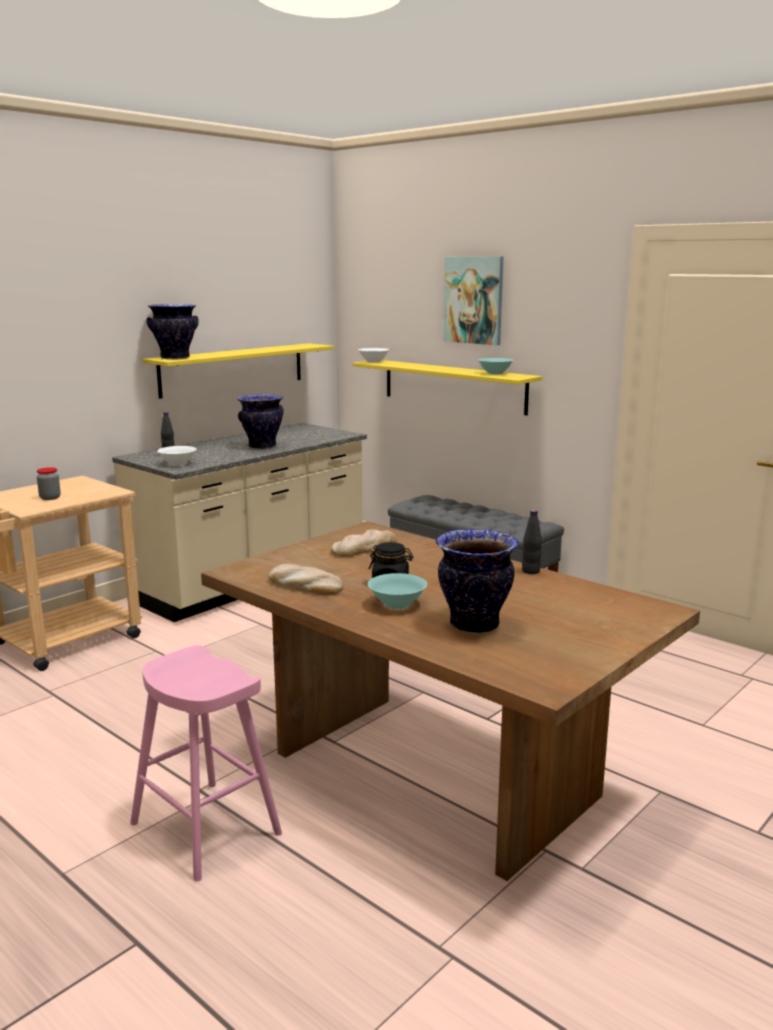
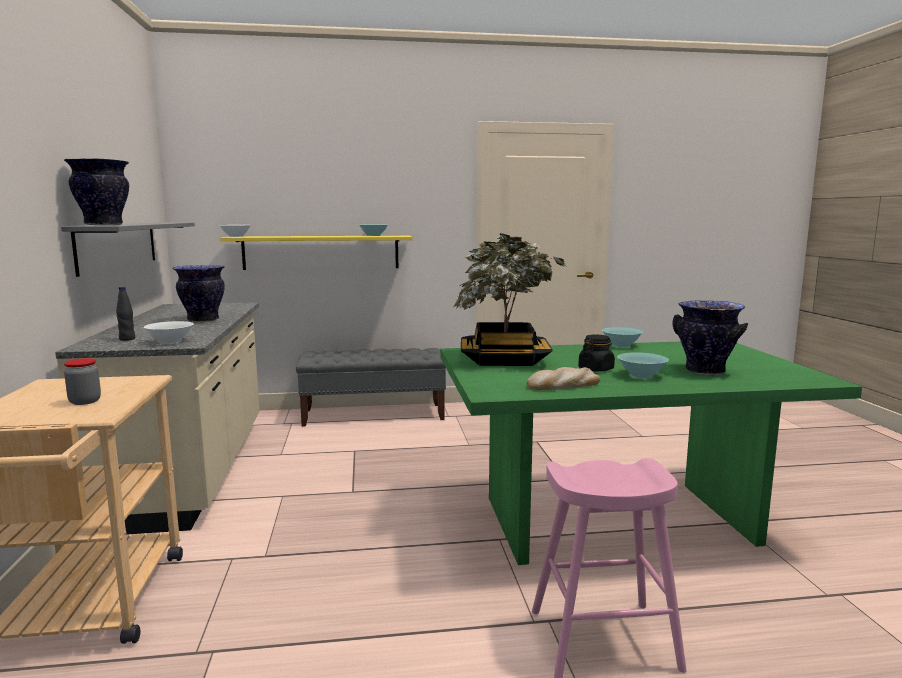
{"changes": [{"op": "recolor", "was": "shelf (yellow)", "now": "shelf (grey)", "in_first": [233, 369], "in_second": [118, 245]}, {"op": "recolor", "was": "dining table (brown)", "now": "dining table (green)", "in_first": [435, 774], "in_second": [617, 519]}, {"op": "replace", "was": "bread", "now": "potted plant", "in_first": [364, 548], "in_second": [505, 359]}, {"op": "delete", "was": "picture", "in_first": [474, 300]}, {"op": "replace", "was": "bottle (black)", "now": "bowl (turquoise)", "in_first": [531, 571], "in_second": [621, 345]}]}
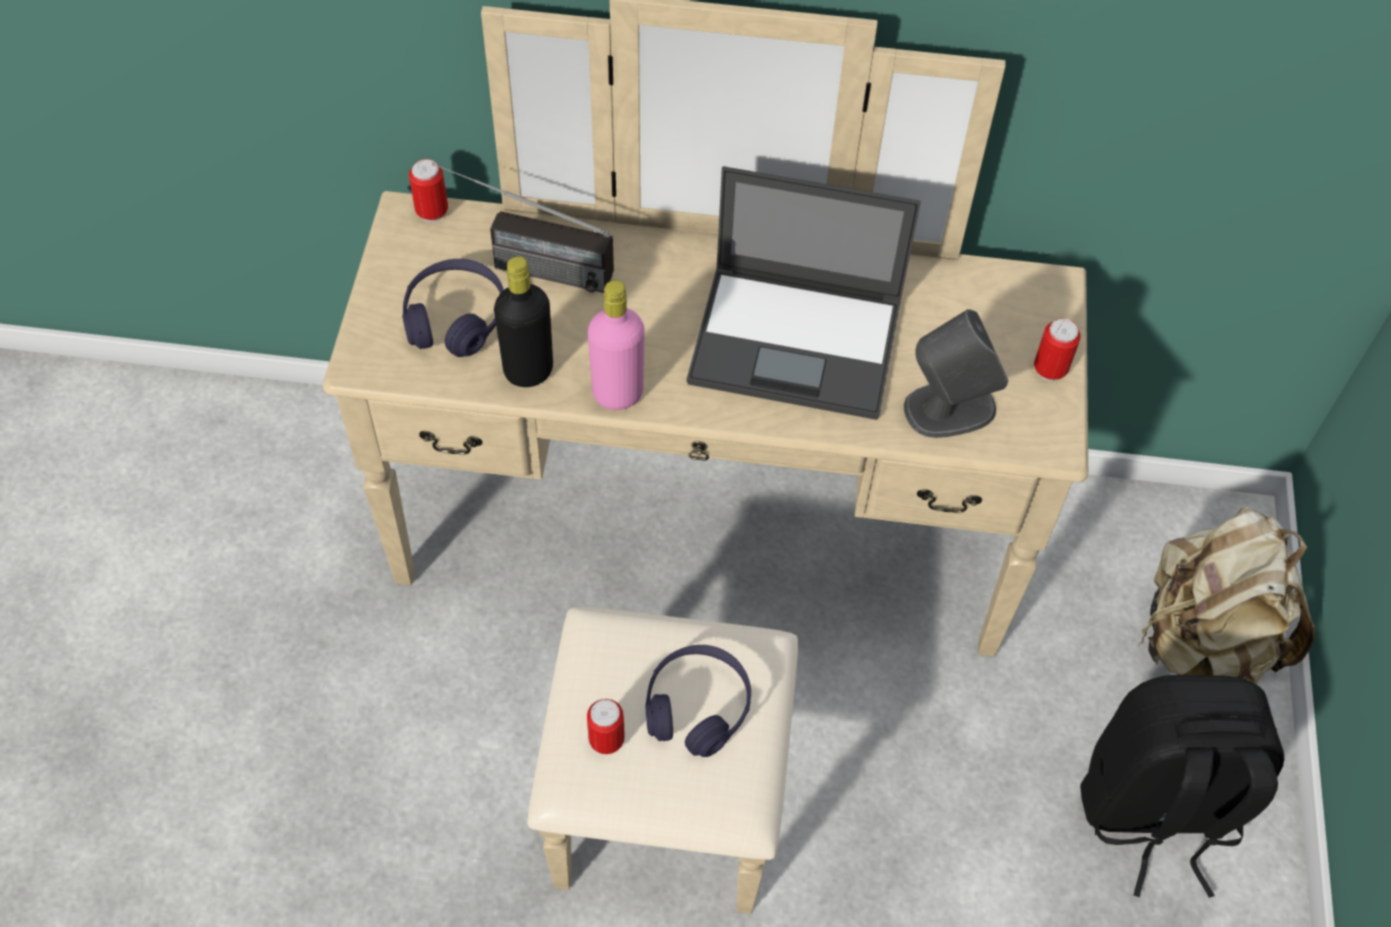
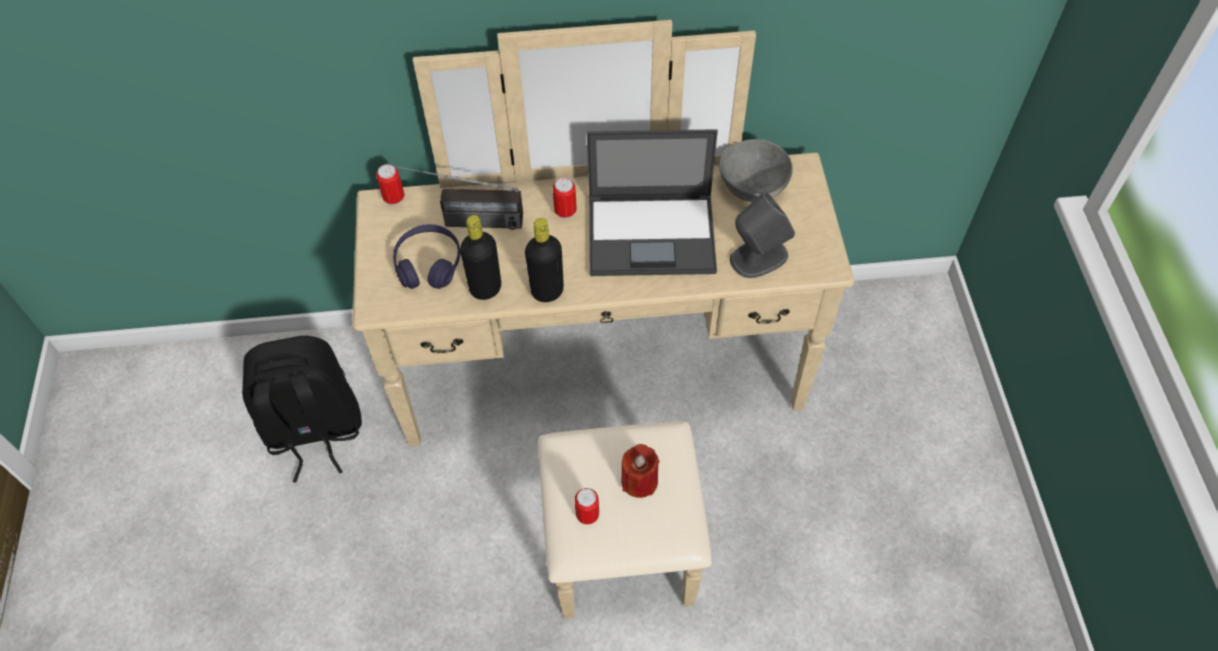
{"changes": [{"op": "recolor", "was": "bottle (pink)", "now": "bottle (black)", "in_first": [618, 393], "in_second": [547, 291]}, {"op": "replace", "was": "headphones (purple)", "now": "candle (red)", "in_first": [697, 707], "in_second": [639, 481]}, {"op": "move", "was": "can", "in_first": [1050, 370], "in_second": [565, 212]}, {"op": "move", "was": "backpack (black)", "in_first": [1156, 812], "in_second": [314, 431]}, {"op": "delete", "was": "backpack (beige)", "in_first": [1203, 640]}, {"op": "insert", "now": "bowl (grey)", "in_second": [751, 189]}]}
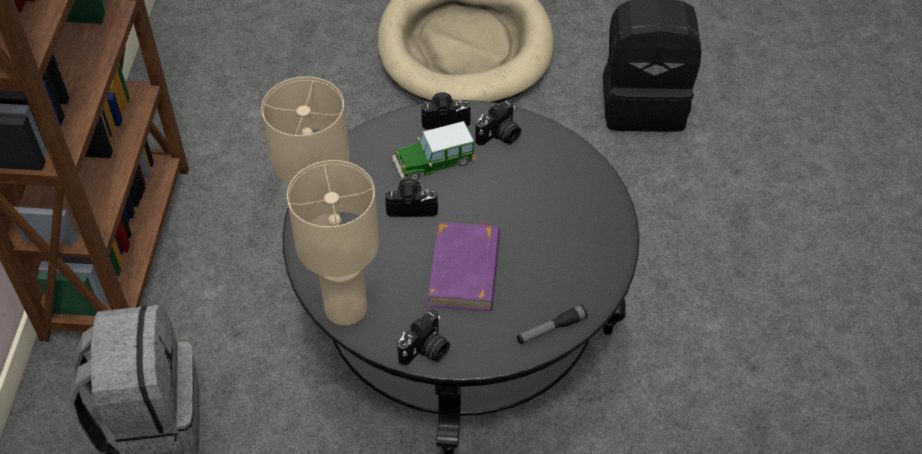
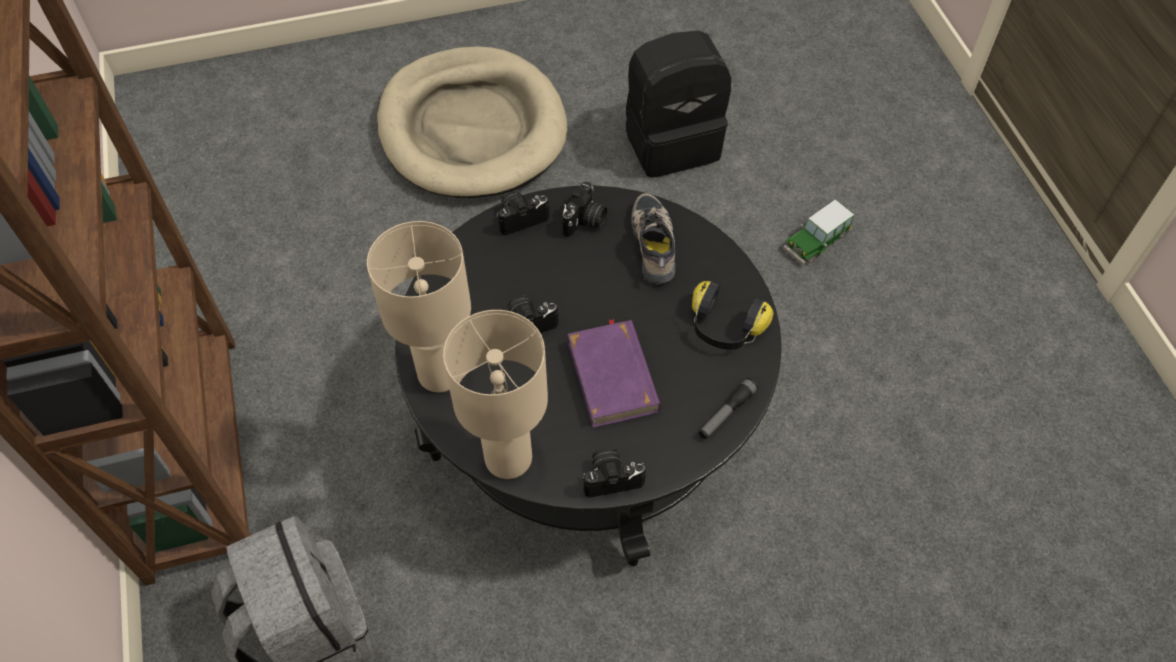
{"changes": [{"op": "move", "was": "toy car", "in_first": [433, 162], "in_second": [816, 242]}, {"op": "rotate", "was": "photo camera", "in_first": [426, 351], "in_second": [612, 477], "clockwise": -120}, {"op": "insert", "now": "shoe", "in_second": [655, 244]}, {"op": "insert", "now": "headphones", "in_second": [724, 328]}]}
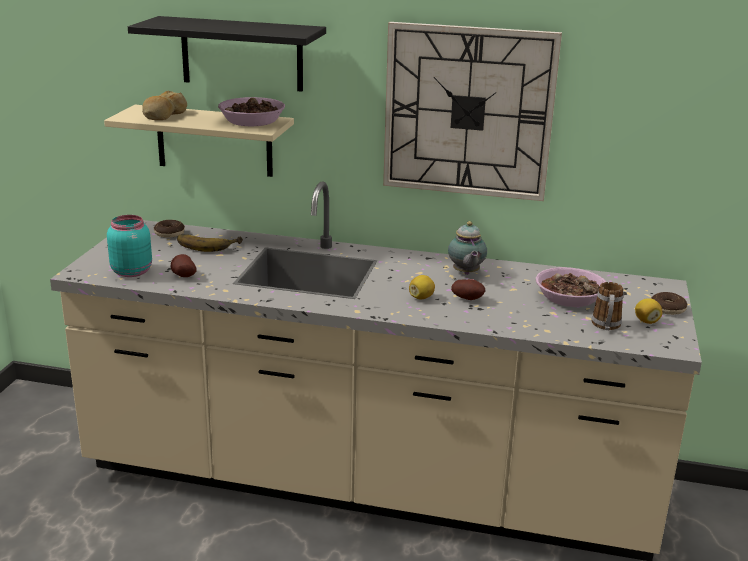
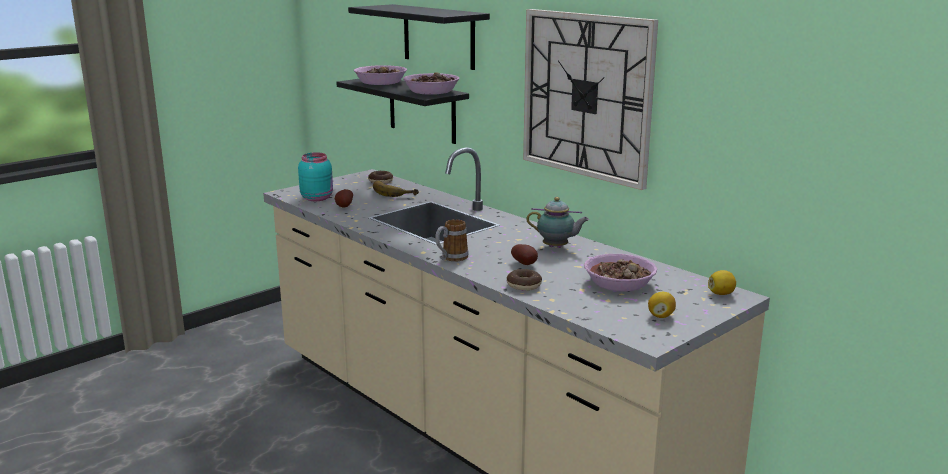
{"changes": [{"op": "recolor", "was": "shelf (beige)", "now": "shelf (black)", "in_first": [214, 141], "in_second": [422, 109]}, {"op": "replace", "was": "bread", "now": "bowl", "in_first": [164, 115], "in_second": [381, 82]}, {"op": "move", "was": "lemon", "in_first": [421, 297], "in_second": [721, 293]}, {"op": "rotate", "was": "teapot", "in_first": [466, 273], "in_second": [557, 247], "clockwise": -105}, {"op": "move", "was": "mug", "in_first": [606, 326], "in_second": [451, 258]}, {"op": "move", "was": "donut", "in_first": [667, 309], "in_second": [524, 285]}]}
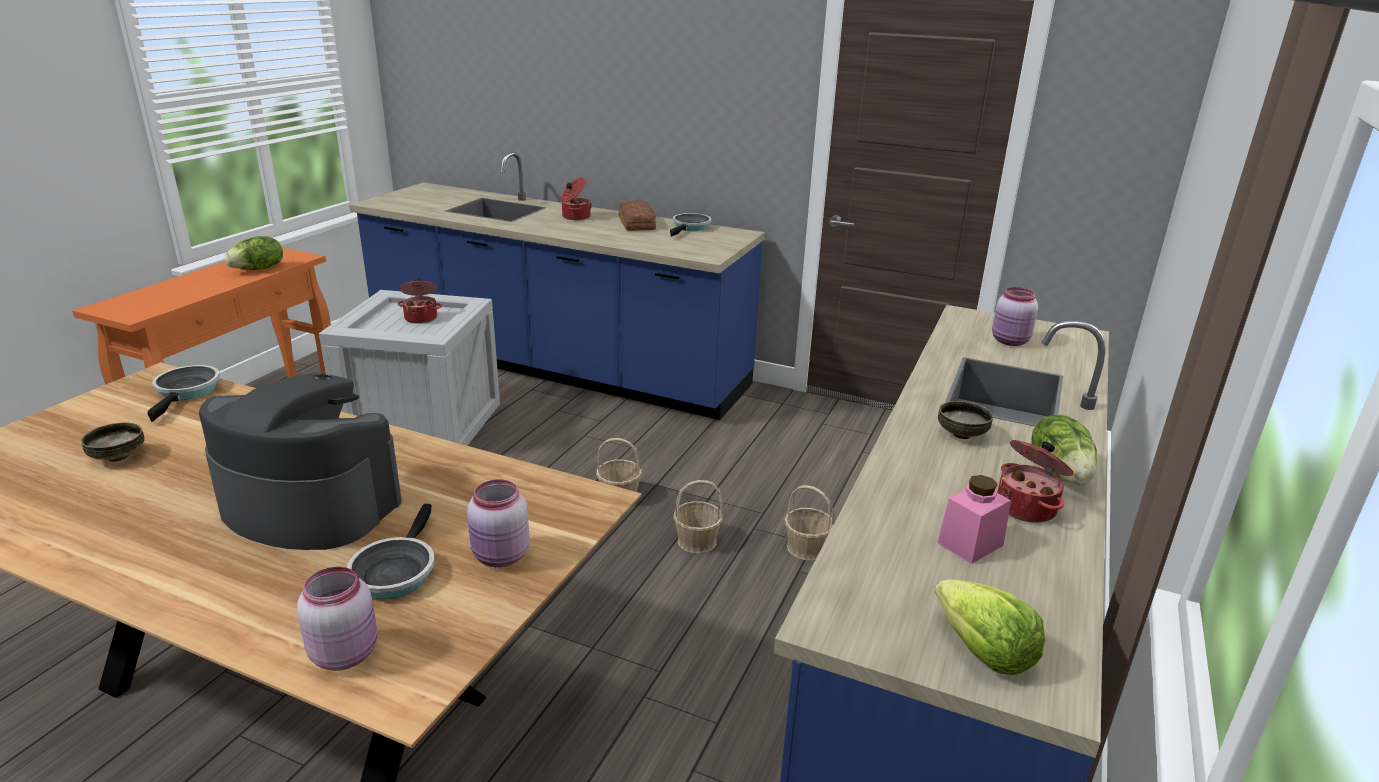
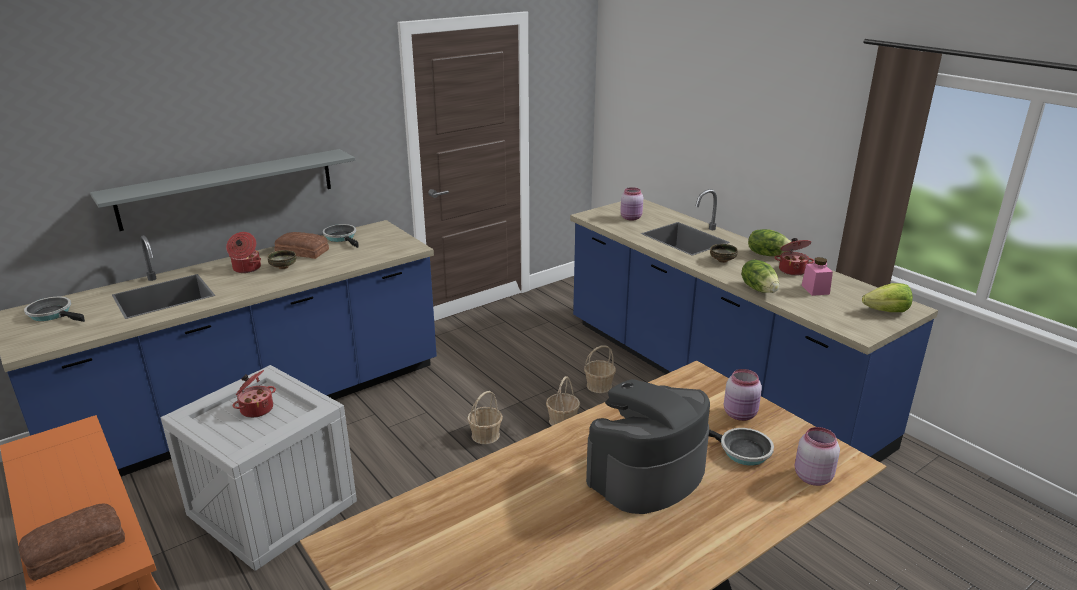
{"changes": [{"op": "move", "was": "bowl", "in_first": [117, 457], "in_second": [283, 267]}, {"op": "move", "was": "frying pan", "in_first": [187, 392], "in_second": [53, 314]}, {"op": "move", "was": "lettuce", "in_first": [259, 269], "in_second": [759, 289]}, {"op": "insert", "now": "bread", "in_second": [74, 548]}, {"op": "insert", "now": "shelf (grey)", "in_second": [229, 188]}]}
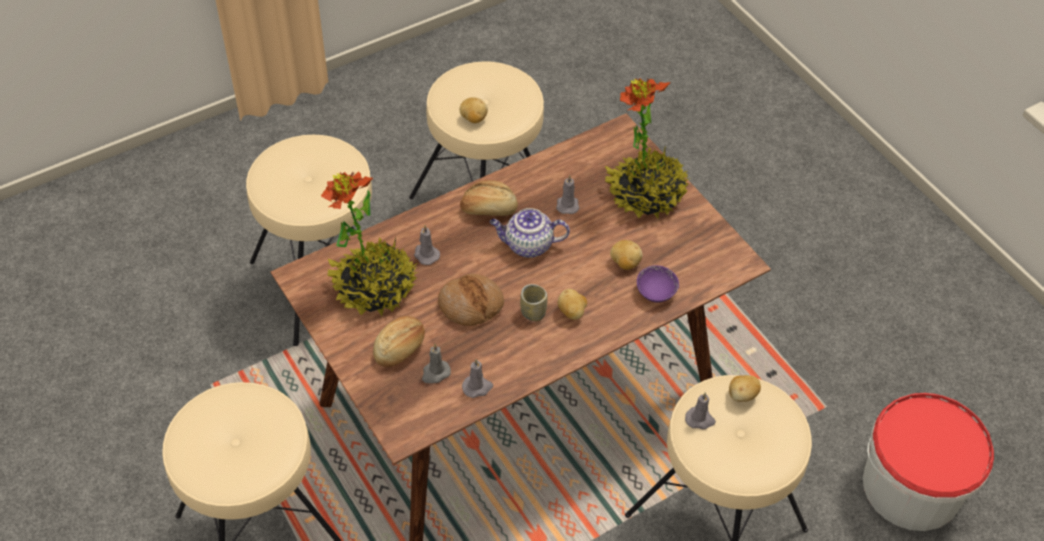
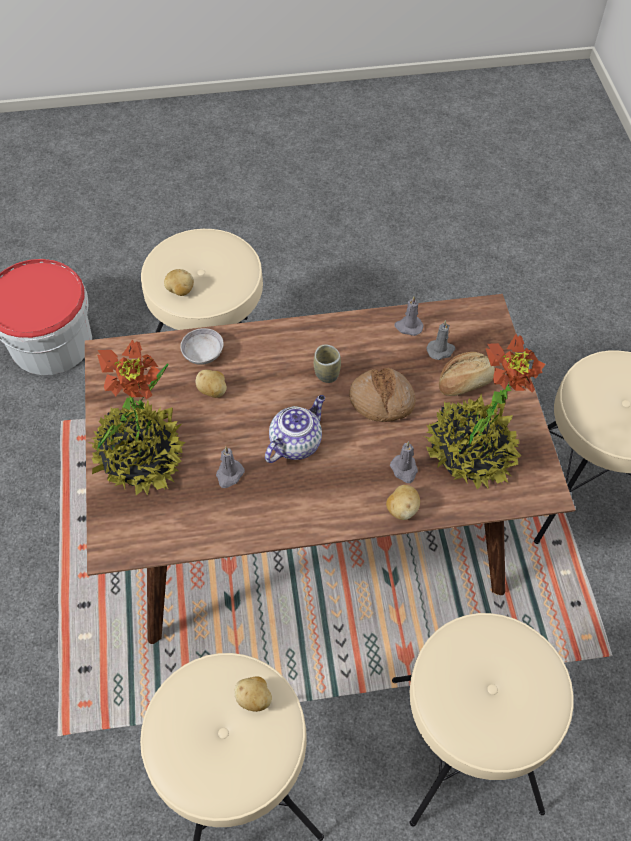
{"changes": [{"op": "delete", "was": "bread", "in_first": [488, 208]}, {"op": "rotate", "was": "teapot", "in_first": [527, 245], "in_second": [296, 443], "clockwise": -75}, {"op": "move", "was": "potato", "in_first": [572, 312], "in_second": [402, 509]}, {"op": "recolor", "was": "bowl (purple)", "now": "bowl (grey)", "in_first": [656, 292], "in_second": [203, 354]}, {"op": "delete", "was": "candle (grey)", "in_first": [700, 419]}]}
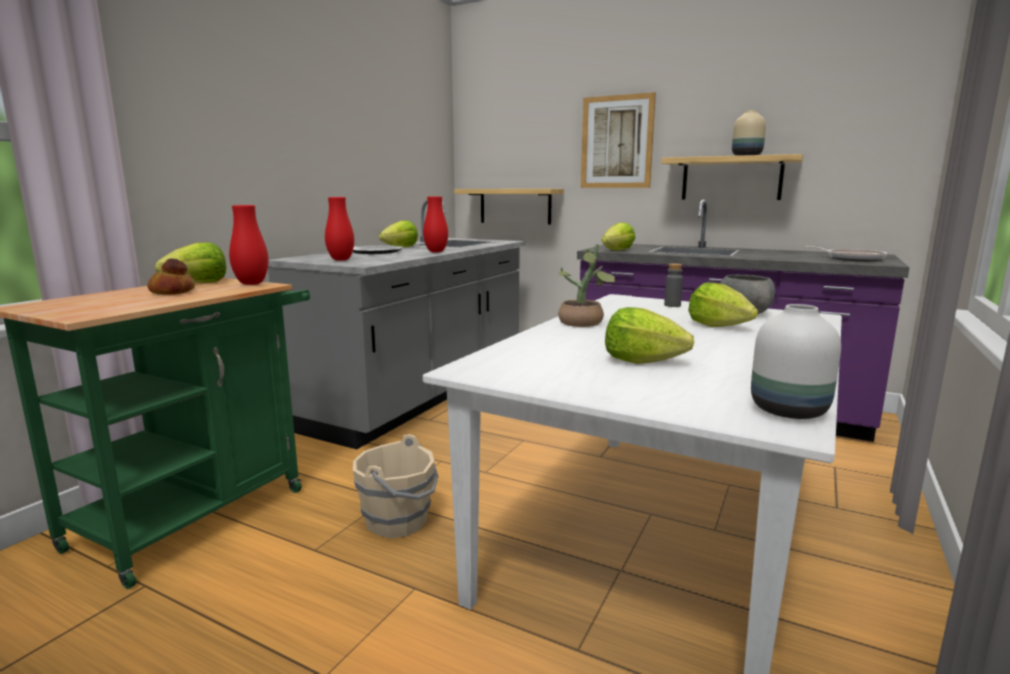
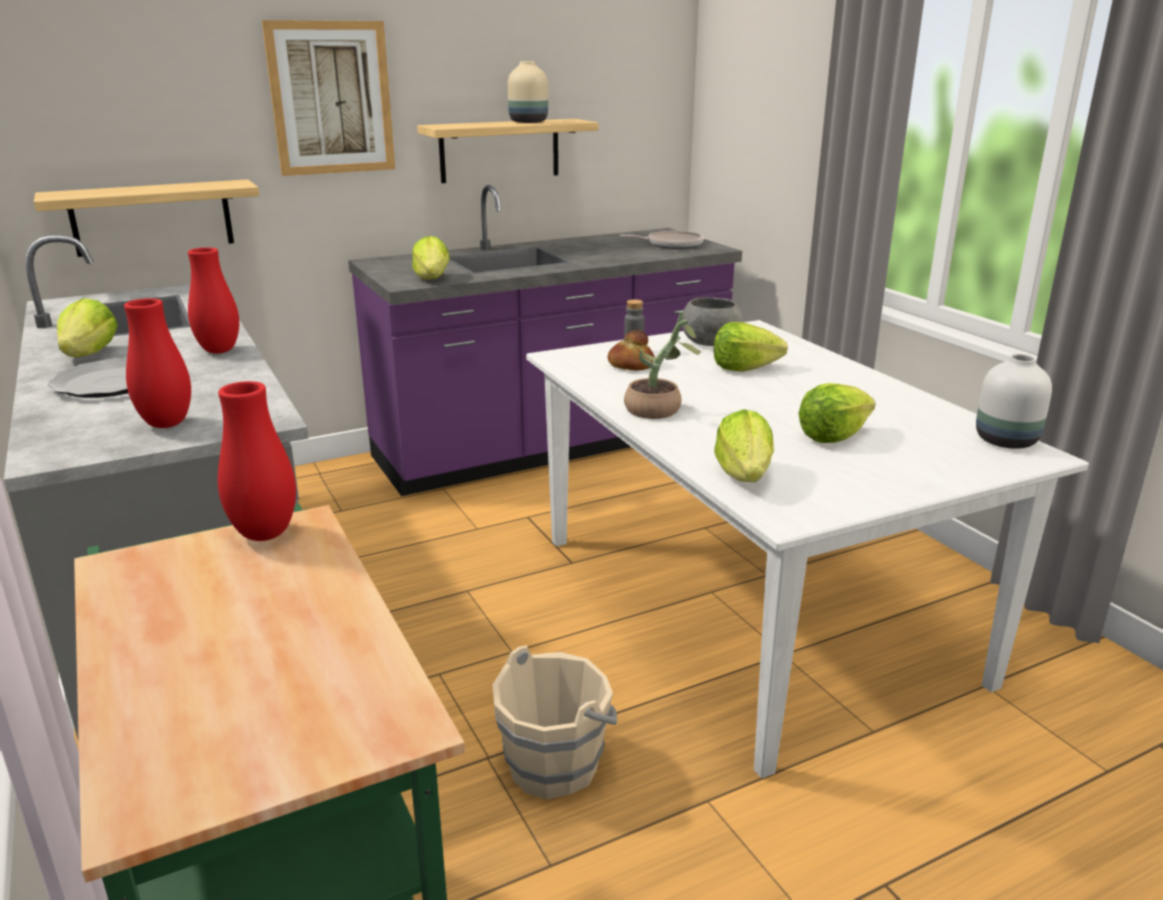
{"changes": [{"op": "move", "was": "bread", "in_first": [173, 291], "in_second": [630, 365]}, {"op": "move", "was": "lettuce", "in_first": [198, 283], "in_second": [744, 475]}]}
